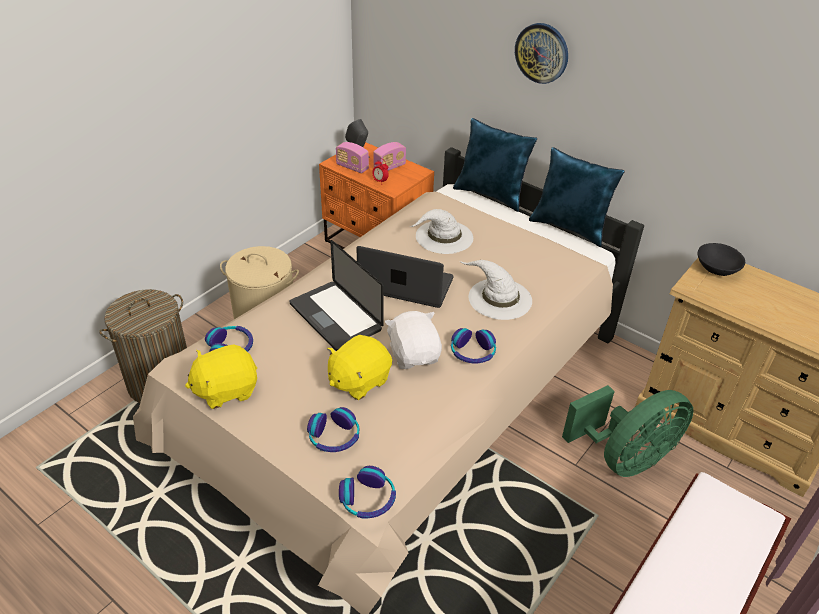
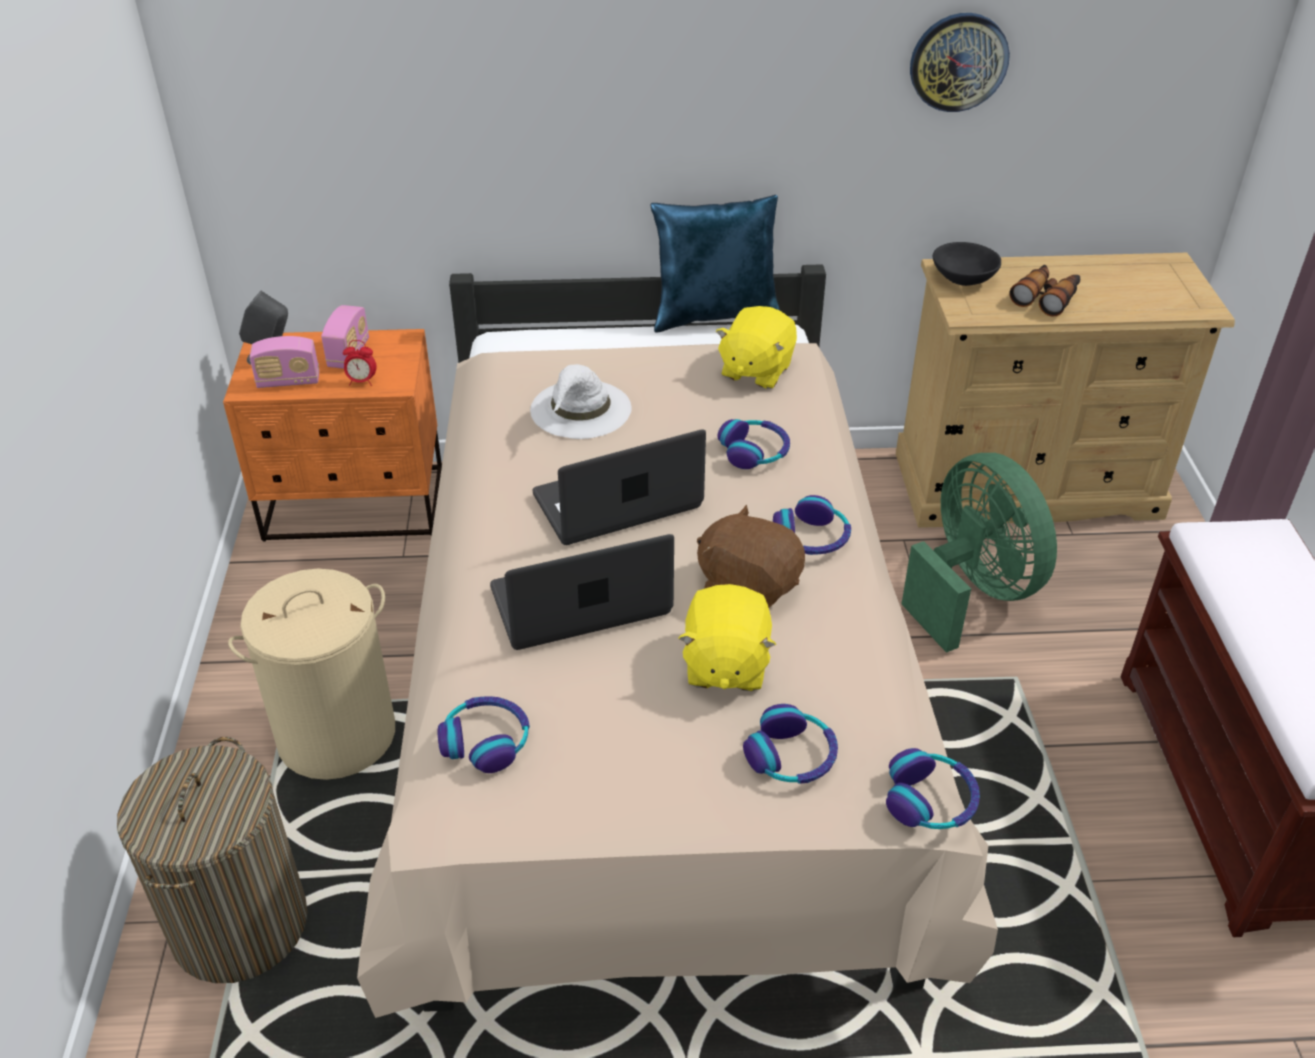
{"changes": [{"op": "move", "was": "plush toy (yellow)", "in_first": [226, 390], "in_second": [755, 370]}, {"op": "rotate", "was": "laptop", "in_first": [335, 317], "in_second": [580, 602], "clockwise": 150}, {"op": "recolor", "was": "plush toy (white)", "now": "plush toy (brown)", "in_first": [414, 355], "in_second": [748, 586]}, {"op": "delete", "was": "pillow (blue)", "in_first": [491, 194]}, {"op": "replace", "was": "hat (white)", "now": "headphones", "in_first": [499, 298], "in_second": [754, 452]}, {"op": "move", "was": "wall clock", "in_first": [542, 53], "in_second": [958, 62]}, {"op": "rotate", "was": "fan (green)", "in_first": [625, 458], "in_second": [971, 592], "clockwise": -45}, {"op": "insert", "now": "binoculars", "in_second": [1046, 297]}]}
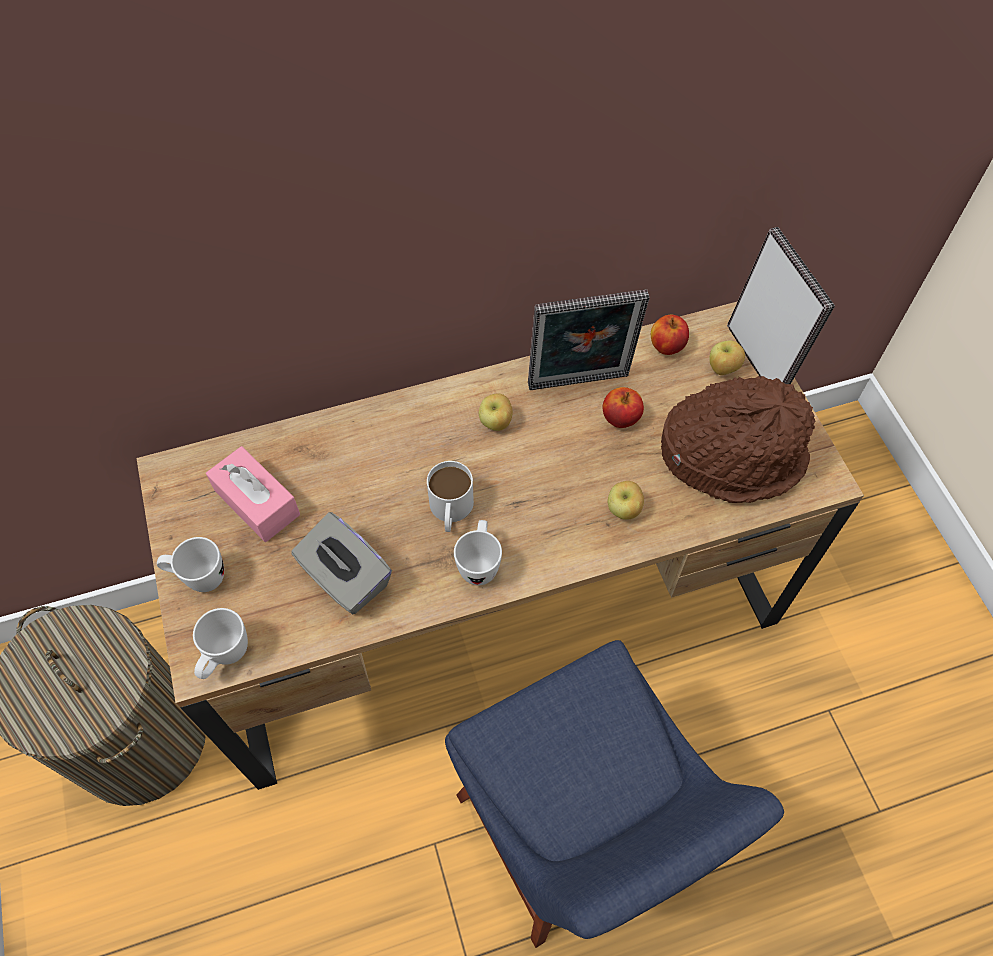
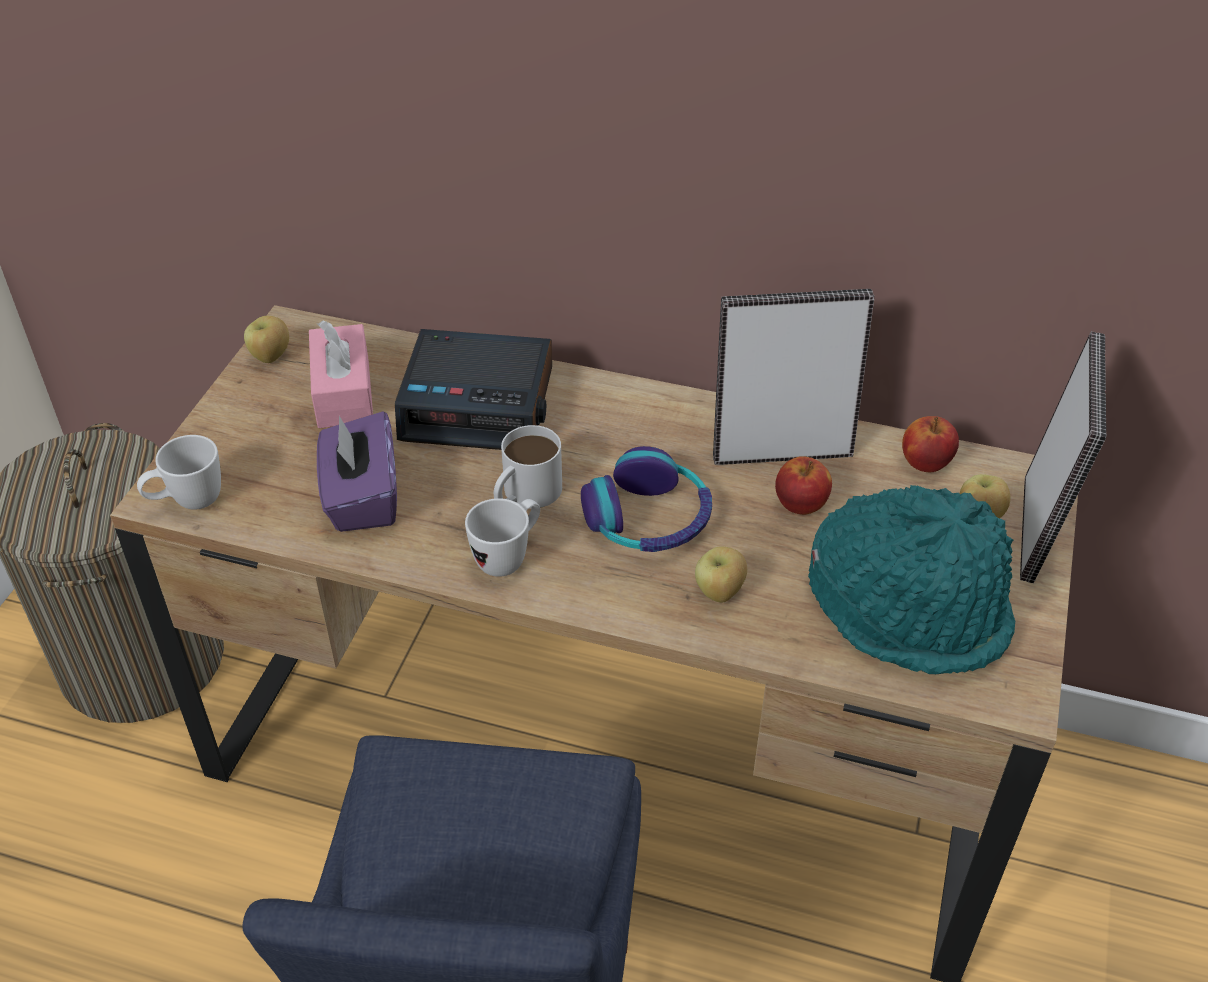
{"changes": [{"op": "delete", "was": "mug (white)", "in_first": [198, 578]}, {"op": "recolor", "was": "tissue box (grey)", "now": "tissue box (purple)", "in_first": [345, 578], "in_second": [362, 498]}, {"op": "move", "was": "apple", "in_first": [496, 423], "in_second": [270, 357]}, {"op": "rotate", "was": "picture frame", "in_first": [579, 385], "in_second": [781, 451], "clockwise": 150}, {"op": "recolor", "was": "hat (brown)", "now": "hat (turquoise)", "in_first": [731, 454], "in_second": [909, 606]}, {"op": "insert", "now": "alarm clock", "in_second": [479, 404]}, {"op": "insert", "now": "headphones", "in_second": [648, 519]}]}
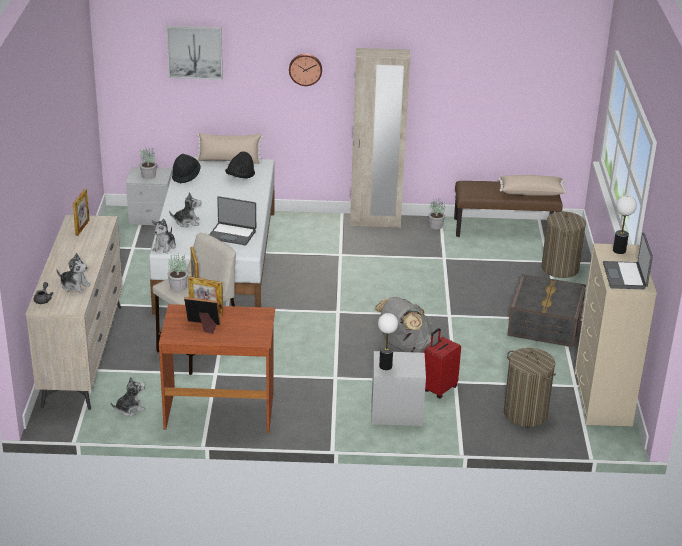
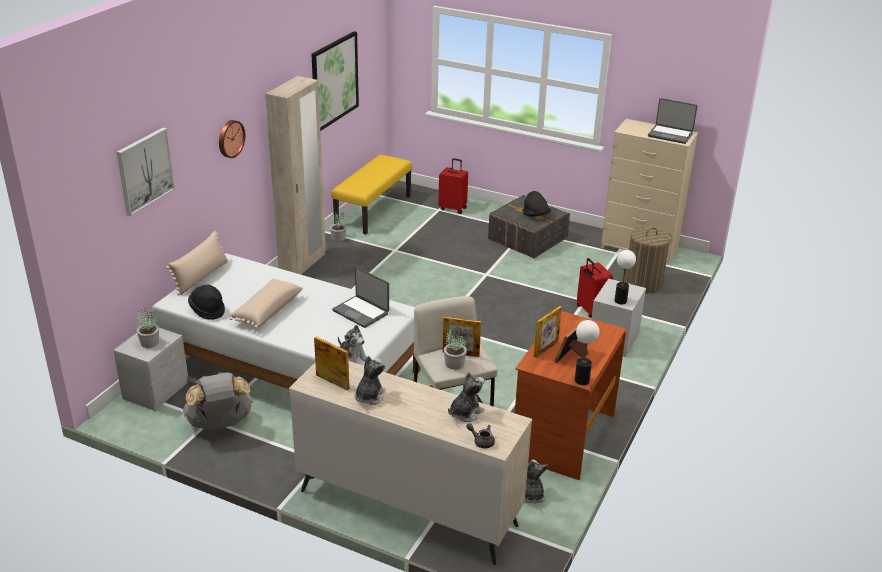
{"changes": [{"op": "move", "was": "plush toy", "in_first": [187, 222], "in_second": [369, 396]}, {"op": "rotate", "was": "laptop", "in_first": [232, 234], "in_second": [361, 312], "clockwise": 90}, {"op": "move", "was": "hat (black)", "in_first": [240, 177], "in_second": [535, 215]}, {"op": "move", "was": "backpack (grey)", "in_first": [404, 347], "in_second": [220, 424]}, {"op": "recolor", "was": "bench (brown)", "now": "bench (yellow)", "in_first": [505, 229], "in_second": [373, 211]}, {"op": "move", "was": "pillow (beige)", "in_first": [531, 192], "in_second": [266, 311]}, {"op": "replace", "was": "laundry basket", "now": "suitcase (red)", "in_first": [560, 268], "in_second": [453, 208]}, {"op": "move", "was": "table lamp", "in_first": [619, 250], "in_second": [581, 380]}, {"op": "insert", "now": "picture", "in_second": [334, 80]}]}
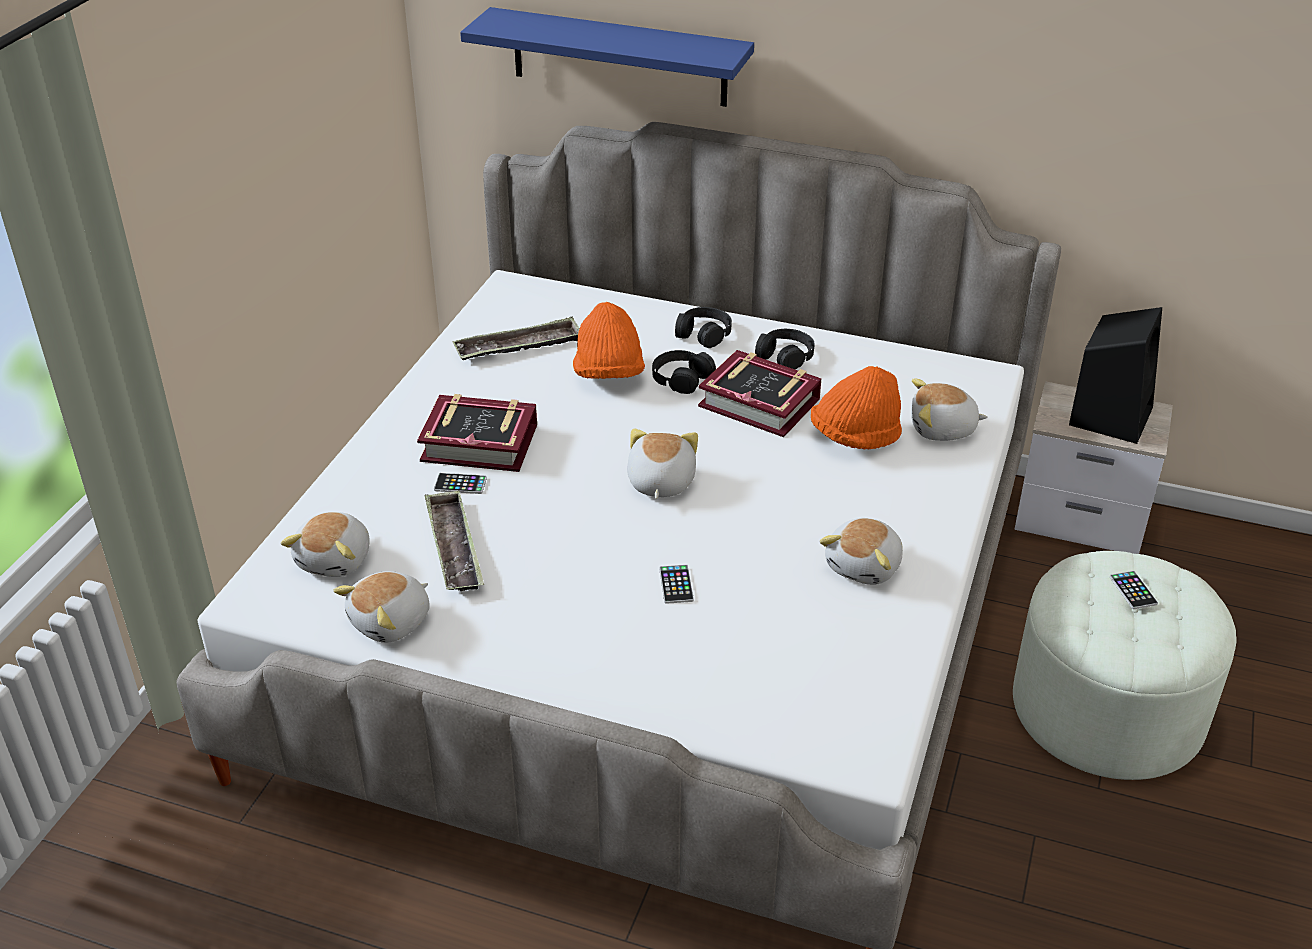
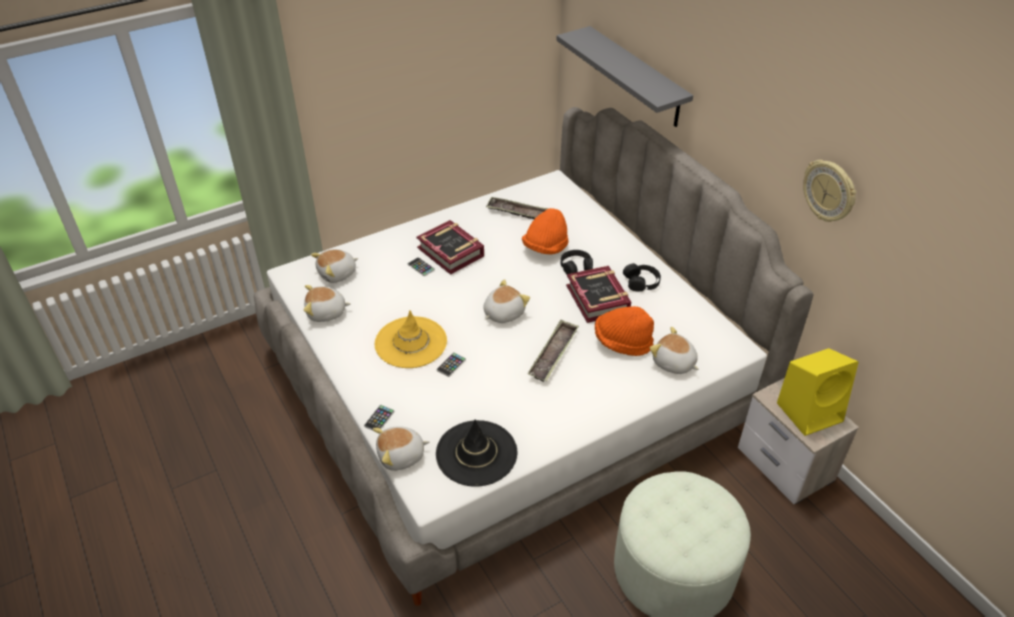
{"changes": [{"op": "move", "was": "tray", "in_first": [454, 547], "in_second": [553, 354]}, {"op": "recolor", "was": "shelf (blue)", "now": "shelf (grey)", "in_first": [619, 57], "in_second": [636, 77]}, {"op": "delete", "was": "headphones (black)", "in_first": [703, 333]}, {"op": "move", "was": "plush toy", "in_first": [865, 566], "in_second": [401, 456]}, {"op": "recolor", "was": "speaker (black)", "now": "speaker (yellow)", "in_first": [1110, 415], "in_second": [810, 411]}, {"op": "move", "was": "phone", "in_first": [1133, 590], "in_second": [379, 419]}, {"op": "insert", "now": "hat (yellow)", "in_second": [410, 342]}, {"op": "insert", "now": "hat (black)", "in_second": [476, 453]}, {"op": "insert", "now": "wall clock", "in_second": [829, 191]}]}
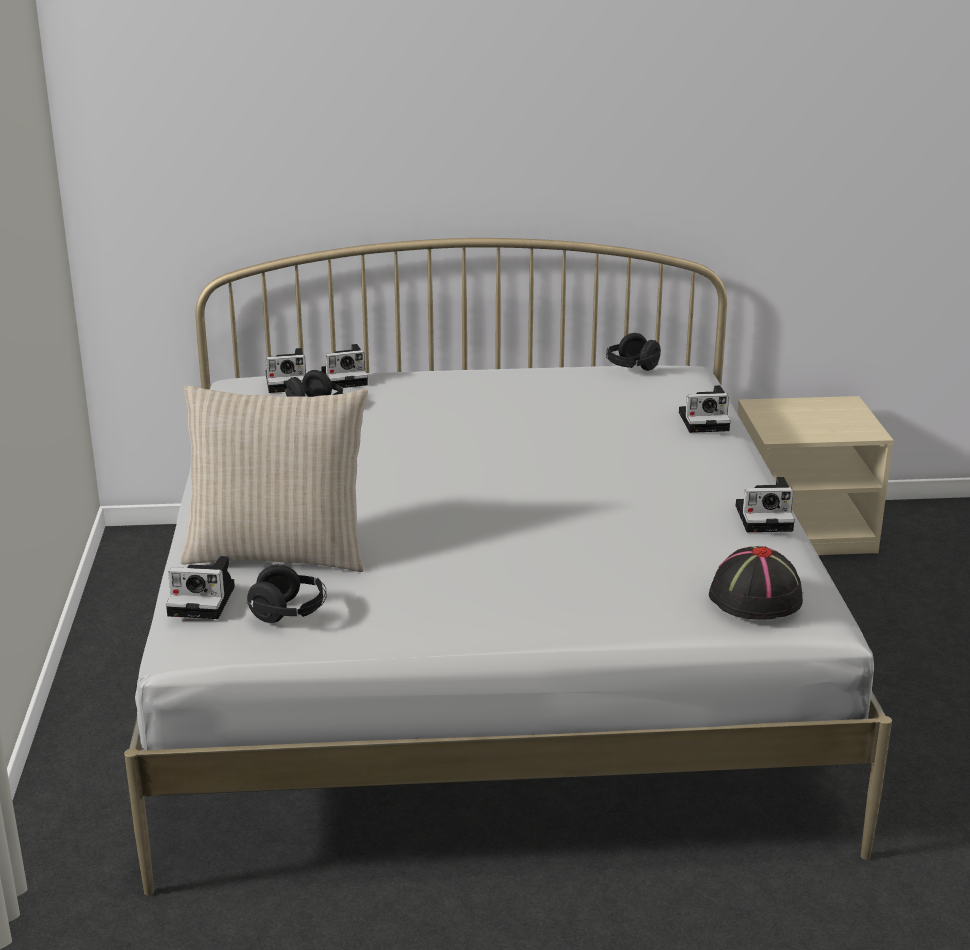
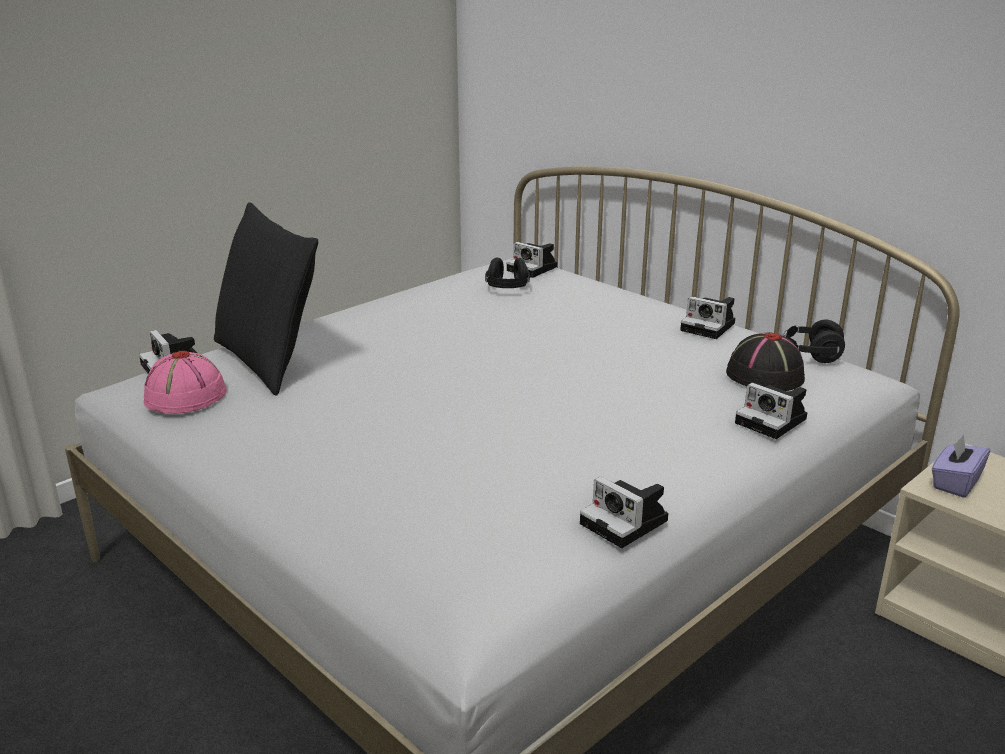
{"changes": [{"op": "recolor", "was": "pillow (beige)", "now": "pillow (black)", "in_first": [278, 553], "in_second": [269, 361]}, {"op": "replace", "was": "headphones (black)", "now": "hat (pink)", "in_first": [289, 613], "in_second": [185, 397]}, {"op": "move", "was": "photo camera", "in_first": [346, 378], "in_second": [710, 327]}, {"op": "move", "was": "hat (black)", "in_first": [754, 598], "in_second": [764, 375]}, {"op": "insert", "now": "tissue box (purple)", "in_second": [955, 483]}]}
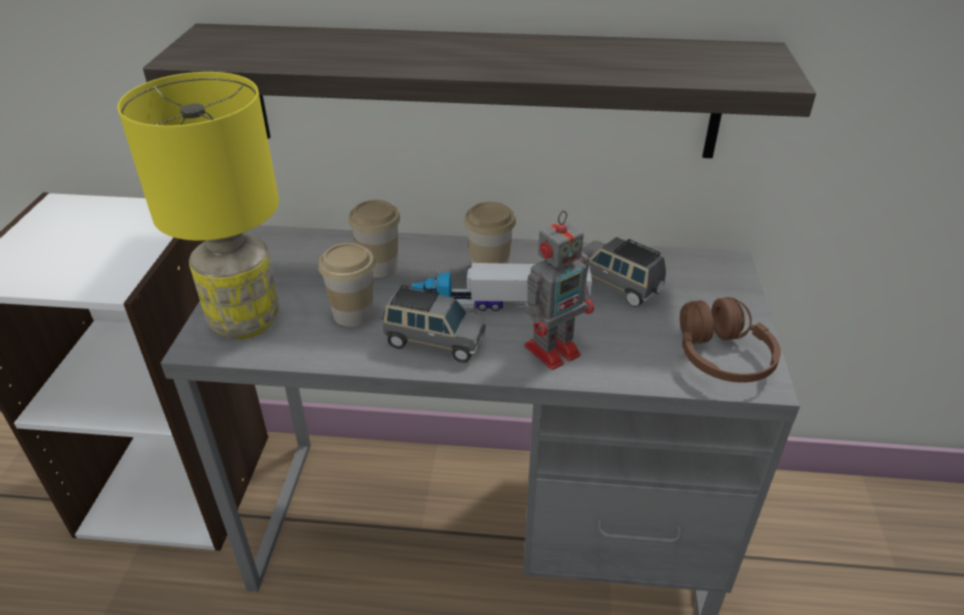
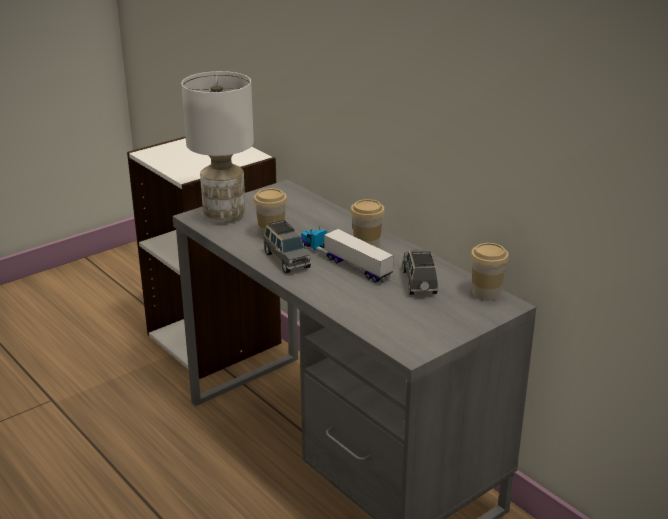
{"changes": [{"op": "recolor", "was": "table lamp (yellow)", "now": "table lamp (white)", "in_first": [246, 321], "in_second": [225, 216]}, {"op": "delete", "was": "shelf", "in_first": [481, 92]}, {"op": "move", "was": "cup", "in_first": [379, 266], "in_second": [486, 293]}, {"op": "delete", "was": "toy robot", "in_first": [554, 349]}, {"op": "delete", "was": "headphones (brown)", "in_first": [722, 357]}]}
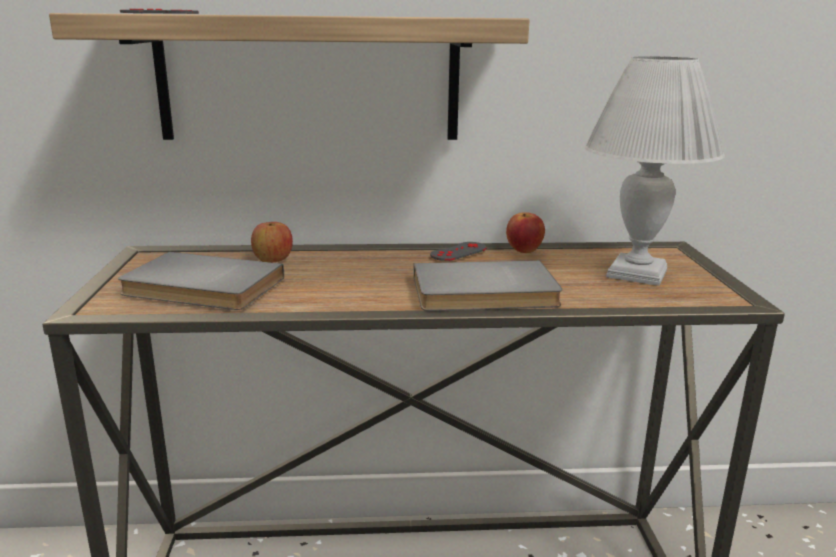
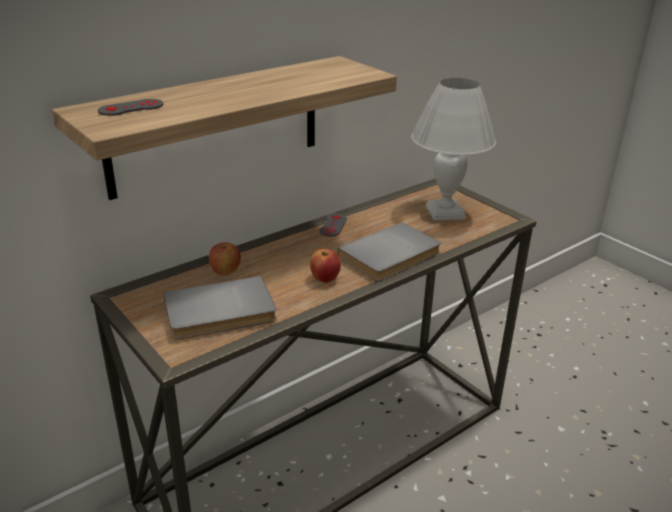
{"changes": [{"op": "move", "was": "apple", "in_first": [524, 250], "in_second": [325, 279]}]}
